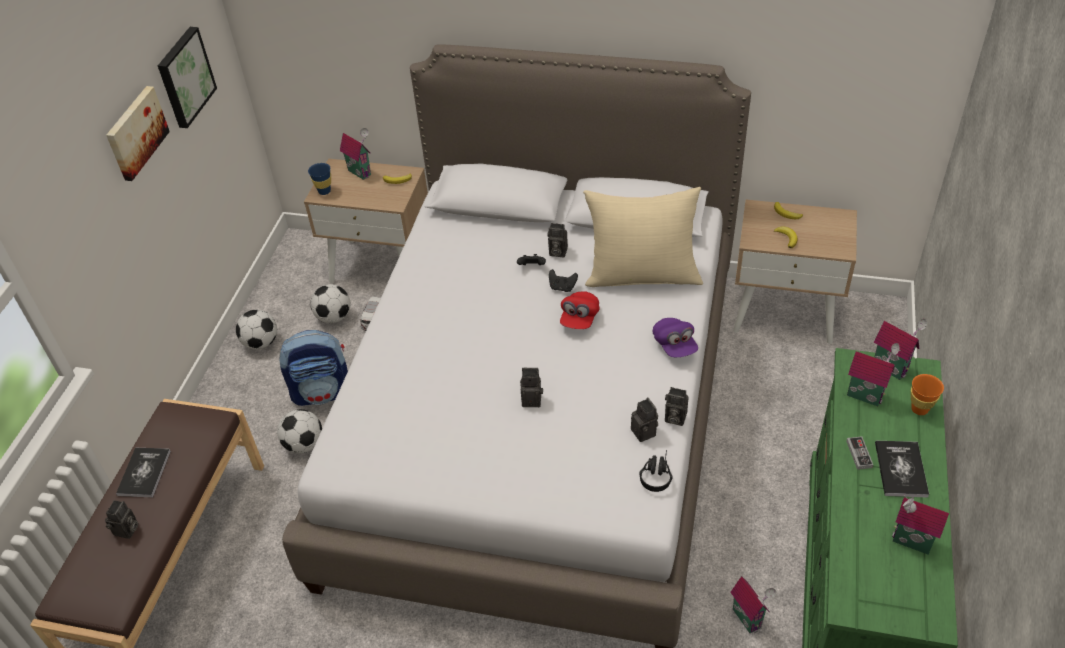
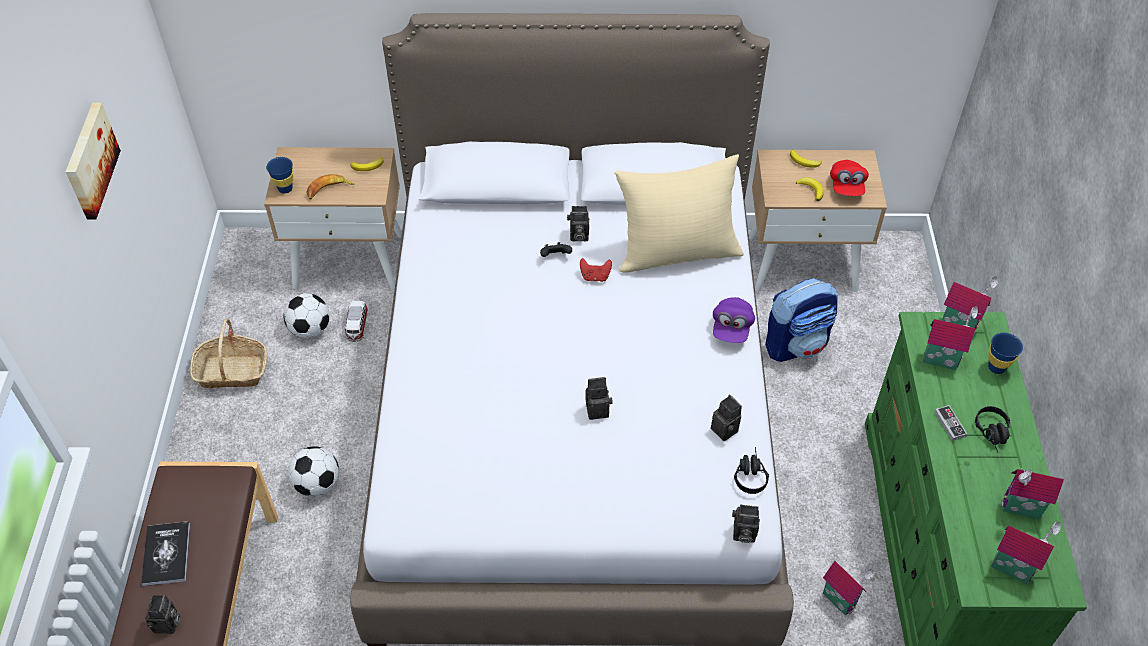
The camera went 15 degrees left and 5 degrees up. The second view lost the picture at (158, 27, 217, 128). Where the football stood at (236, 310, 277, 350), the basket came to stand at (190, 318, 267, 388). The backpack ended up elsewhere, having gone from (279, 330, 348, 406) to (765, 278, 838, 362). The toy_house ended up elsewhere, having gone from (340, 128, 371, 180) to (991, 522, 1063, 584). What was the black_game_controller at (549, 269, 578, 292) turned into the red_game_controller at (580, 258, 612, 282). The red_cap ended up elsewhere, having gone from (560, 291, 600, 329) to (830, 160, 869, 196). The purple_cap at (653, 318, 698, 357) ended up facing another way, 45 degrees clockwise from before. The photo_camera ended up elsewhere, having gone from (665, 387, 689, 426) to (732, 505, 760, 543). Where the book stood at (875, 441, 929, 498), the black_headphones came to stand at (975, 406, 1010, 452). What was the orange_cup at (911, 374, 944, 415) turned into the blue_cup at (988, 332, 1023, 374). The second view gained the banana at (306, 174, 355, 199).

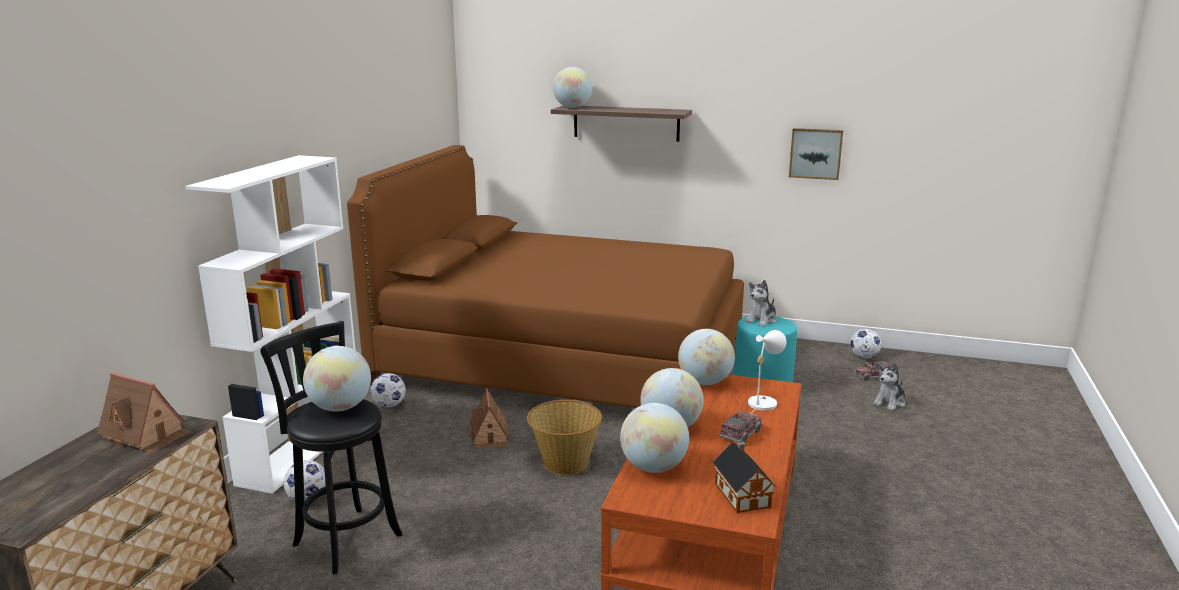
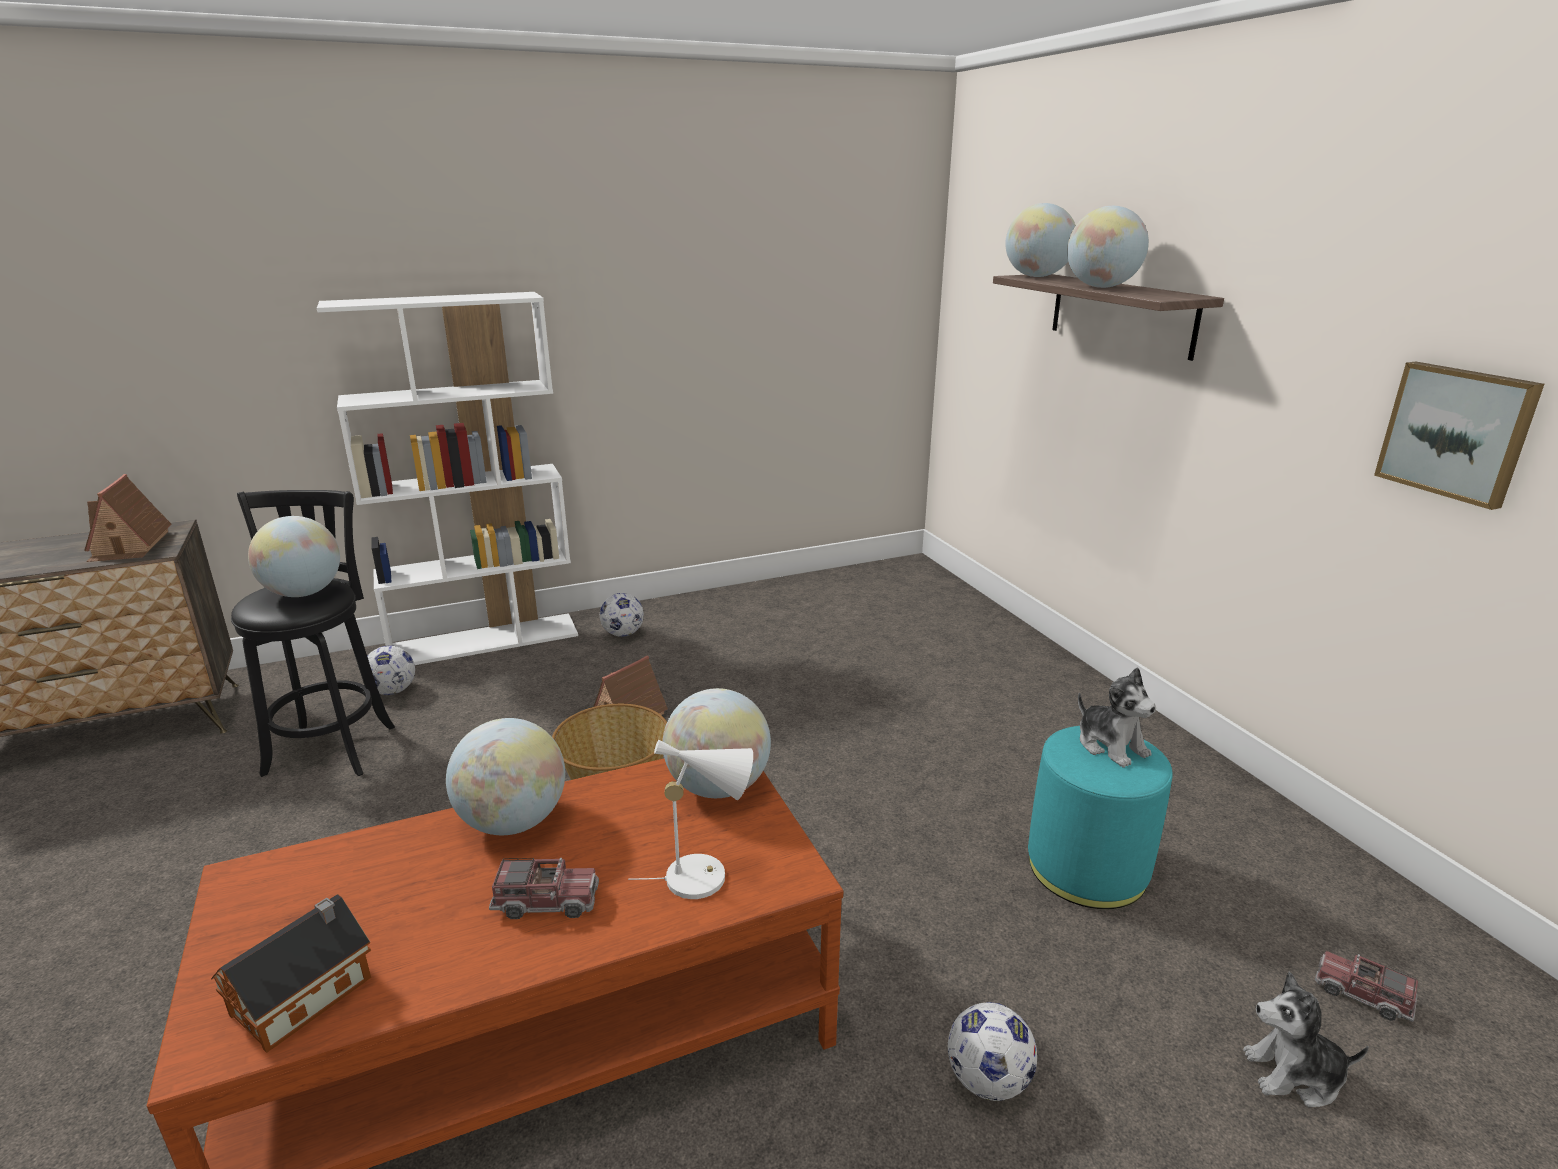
The camera went 50 degrees right and 5 degrees up. The second view lost the brown_bed at (347, 145, 744, 408). The globe ended up elsewhere, having gone from (620, 403, 689, 473) to (1067, 206, 1149, 288). The plush_toy at (746, 280, 776, 327) ended up facing another way, 120 degrees counterclockwise from before. The football ended up elsewhere, having gone from (850, 329, 882, 359) to (948, 1002, 1037, 1101).

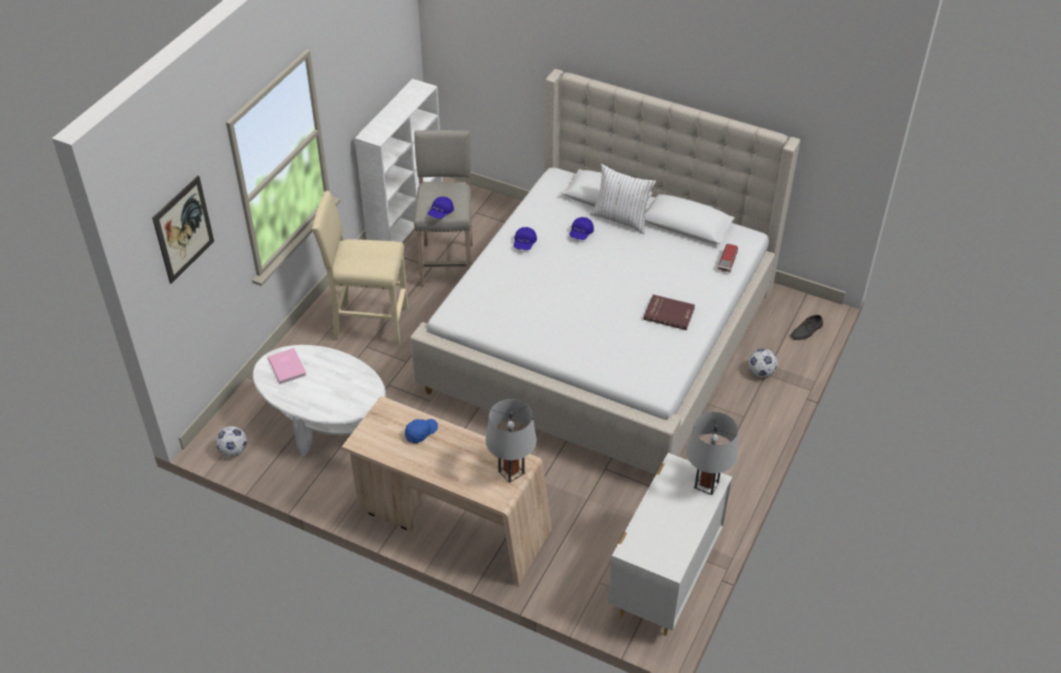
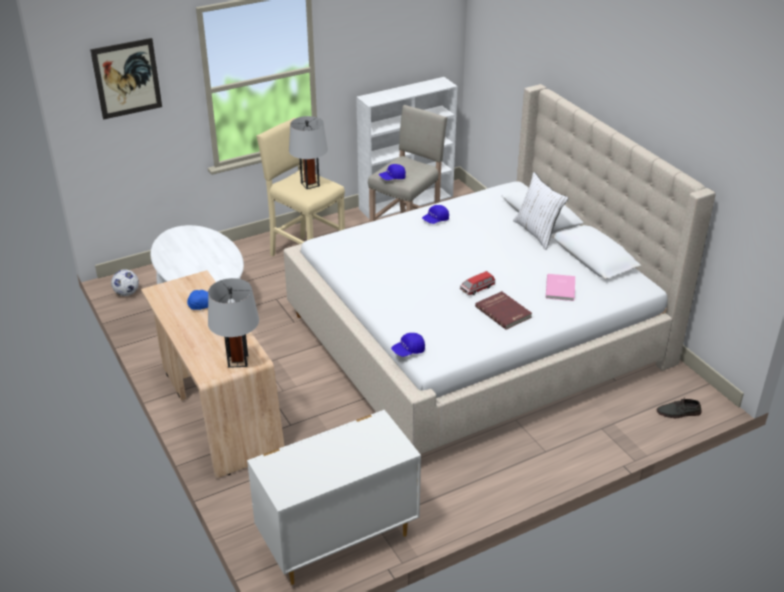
The camera went 35 degrees right and 10 degrees down. The pink_book ended up elsewhere, having gone from (268, 348, 307, 384) to (546, 274, 575, 301). The blue_cap ended up elsewhere, having gone from (569, 217, 594, 240) to (391, 333, 425, 357). The grey_table_lamp ended up elsewhere, having gone from (686, 412, 738, 495) to (289, 116, 328, 189). The toy_car ended up elsewhere, having gone from (717, 244, 738, 272) to (460, 271, 495, 295). The second view lost the football at (748, 349, 778, 378).

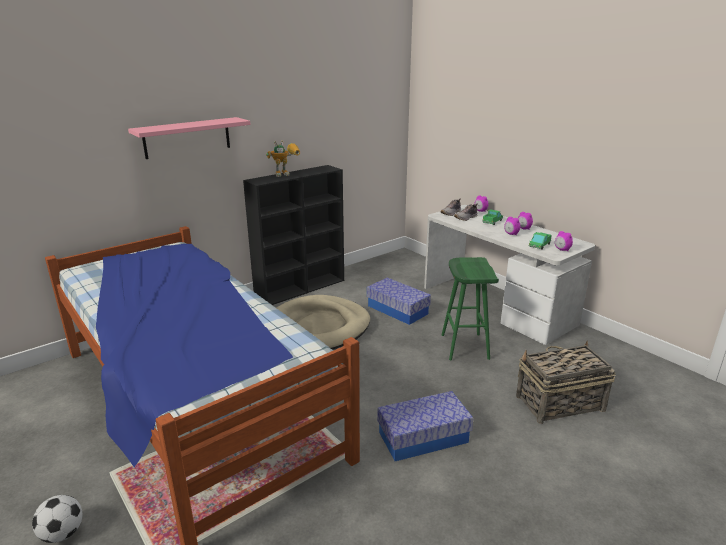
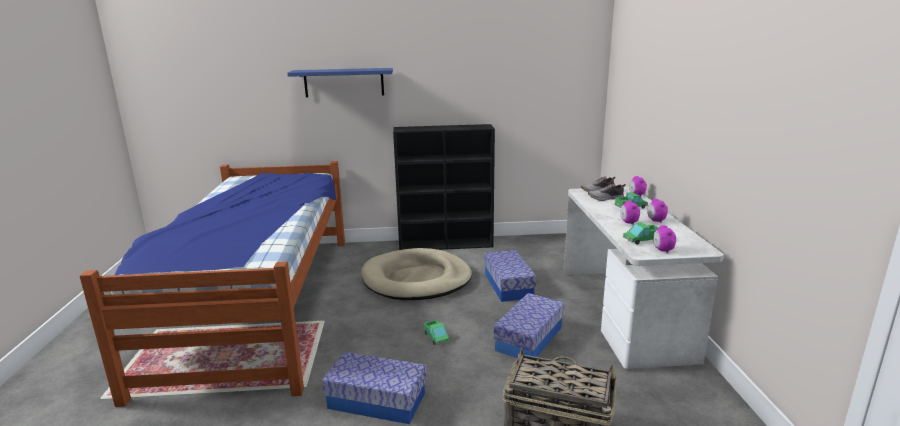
The camera went 35 degrees right and 5 degrees down. The second view lost the football at (32, 495, 83, 543). What was the pink_shelf at (128, 117, 251, 159) turned into the blue_shelf at (287, 68, 393, 97). The second view lost the toy_robot at (266, 140, 300, 177). Where the green_stool stood at (442, 257, 499, 360), the storage_box came to stand at (493, 293, 564, 358). The second view gained the toy_truck at (424, 320, 450, 345).

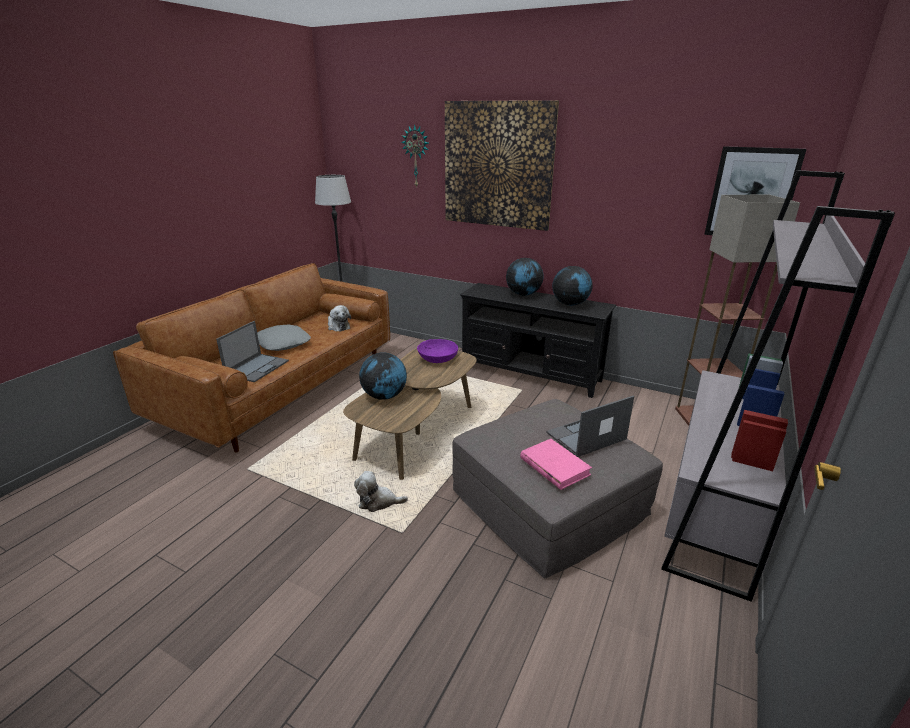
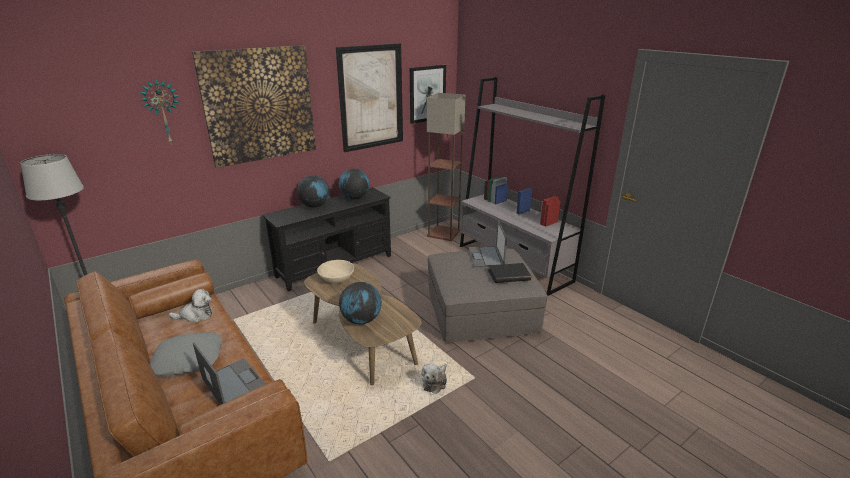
The camera went 65 degrees left and 0 degrees up. What was the purple_bowl at (417, 339, 458, 363) turned into the beige_bowl at (317, 260, 354, 283). What was the pink_book at (520, 439, 592, 490) turned into the black_book at (488, 263, 531, 283). The second view gained the picture at (336, 43, 403, 152).

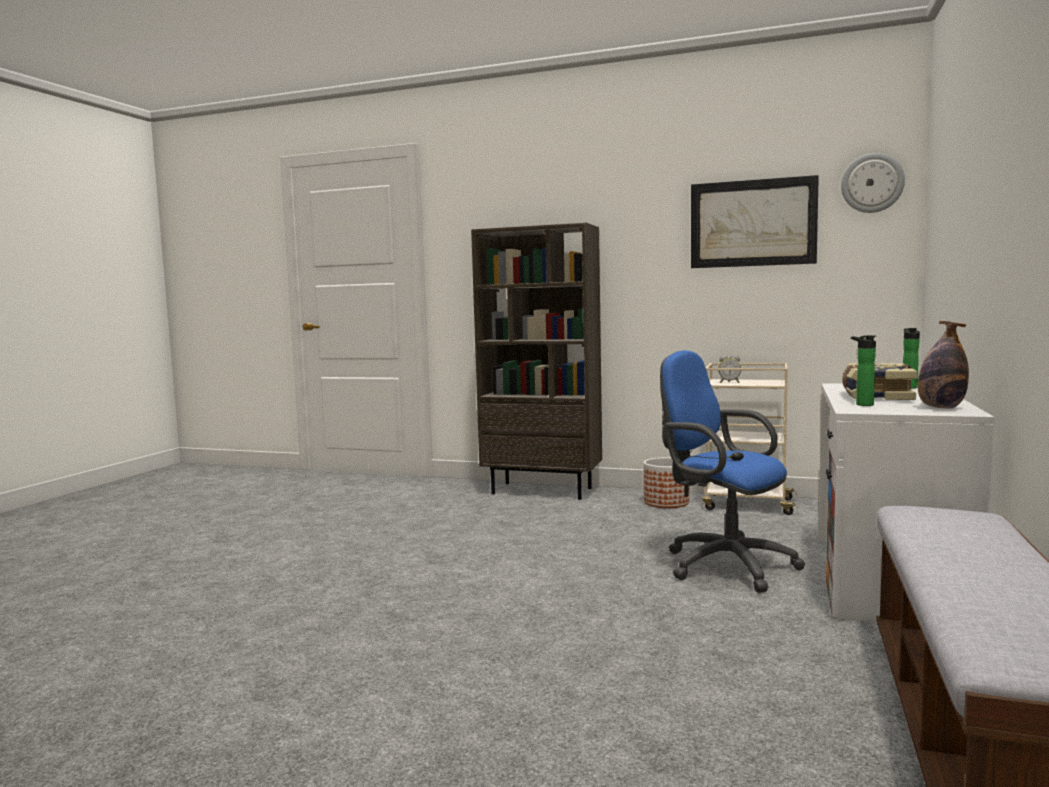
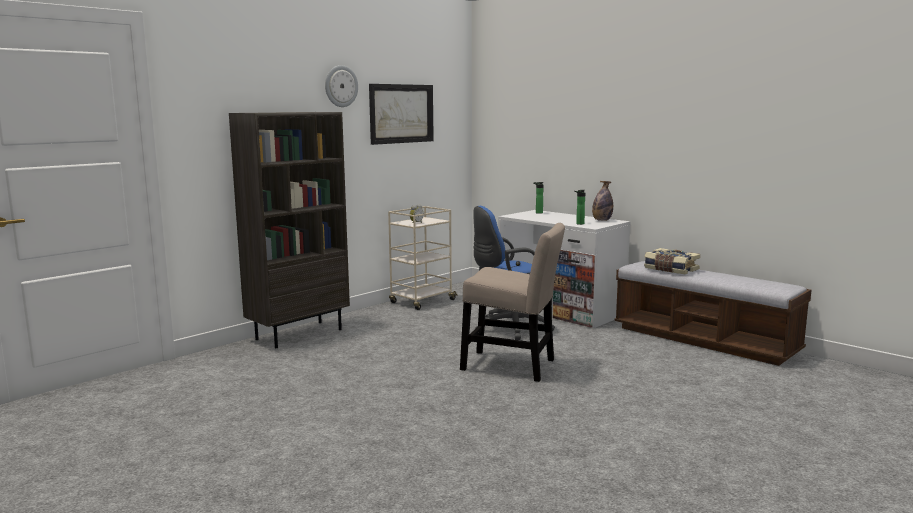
The camera went 65 degrees left and 5 degrees up. The second view lost the planter at (643, 457, 689, 508). The wall_clock ended up elsewhere, having gone from (841, 153, 905, 213) to (325, 65, 358, 107). The book ended up elsewhere, having gone from (842, 363, 917, 400) to (644, 248, 700, 274). The second view gained the beige_chair at (460, 223, 565, 382).

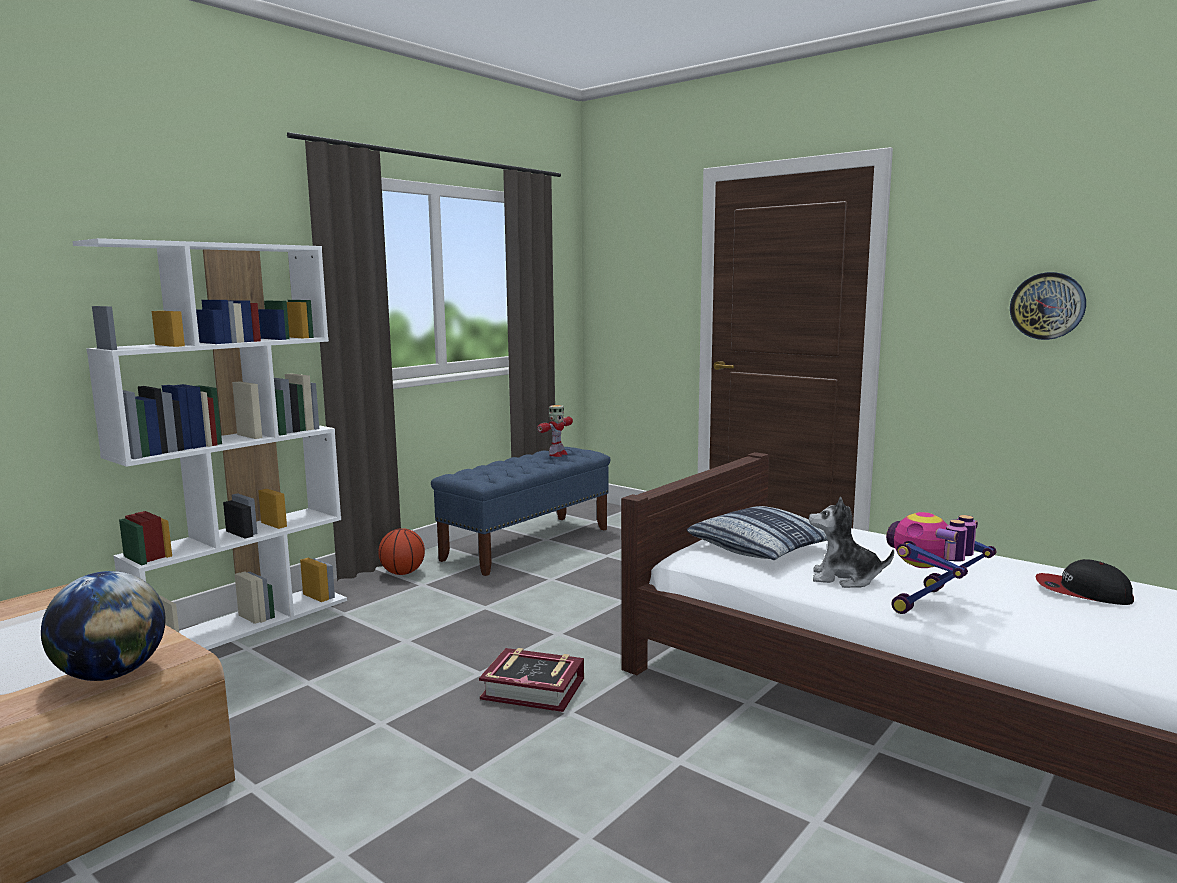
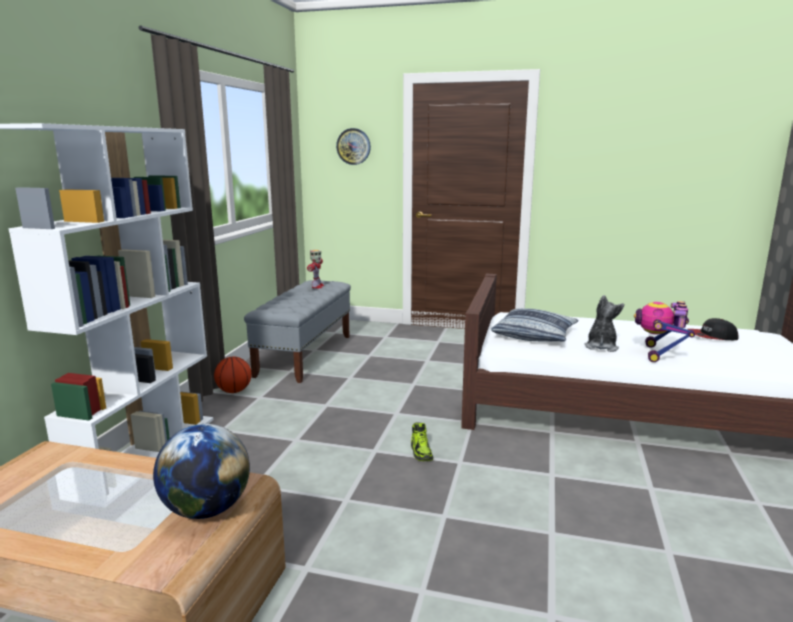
The camera went 25 degrees left and 5 degrees up. What was the blue_bench at (431, 447, 611, 576) turned into the grey_bench at (244, 280, 351, 383). Where the book stood at (479, 648, 584, 712), the shoe came to stand at (411, 422, 433, 461). The plush_toy at (809, 497, 894, 588) ended up facing another way, 120 degrees clockwise from before. The wall_clock ended up elsewhere, having gone from (1010, 272, 1086, 340) to (336, 128, 371, 165).

